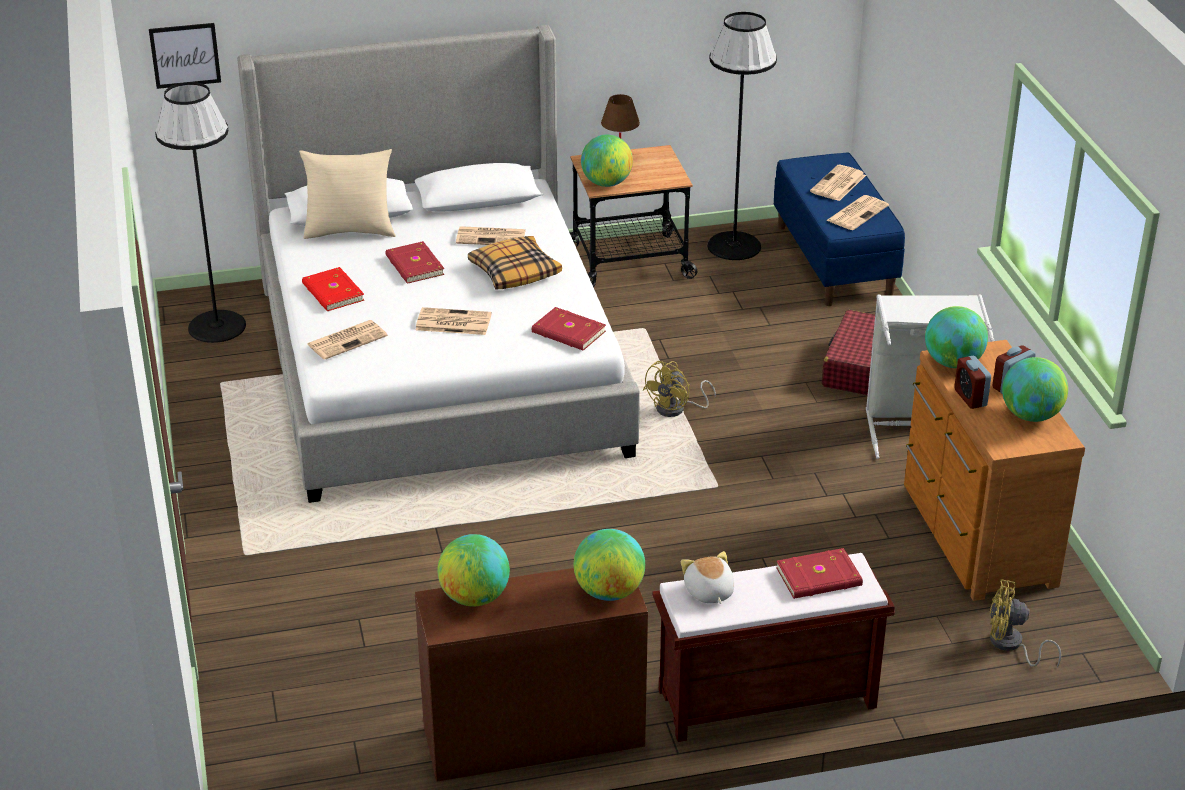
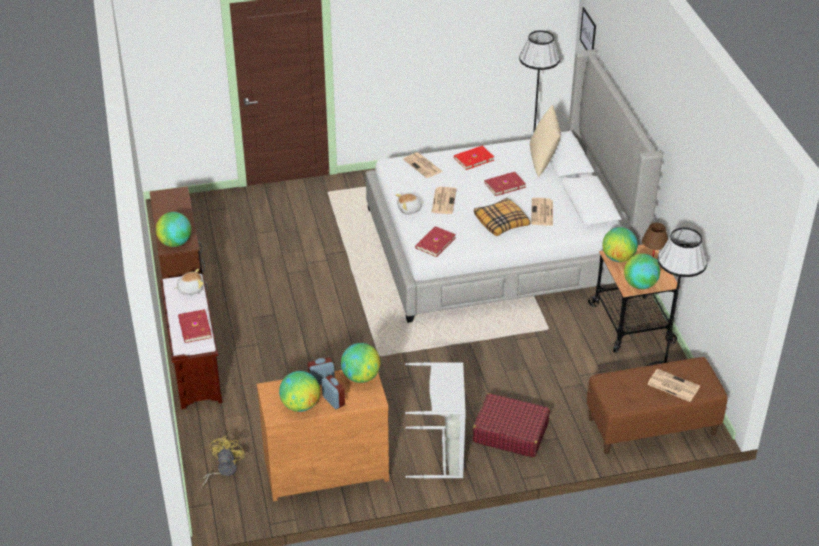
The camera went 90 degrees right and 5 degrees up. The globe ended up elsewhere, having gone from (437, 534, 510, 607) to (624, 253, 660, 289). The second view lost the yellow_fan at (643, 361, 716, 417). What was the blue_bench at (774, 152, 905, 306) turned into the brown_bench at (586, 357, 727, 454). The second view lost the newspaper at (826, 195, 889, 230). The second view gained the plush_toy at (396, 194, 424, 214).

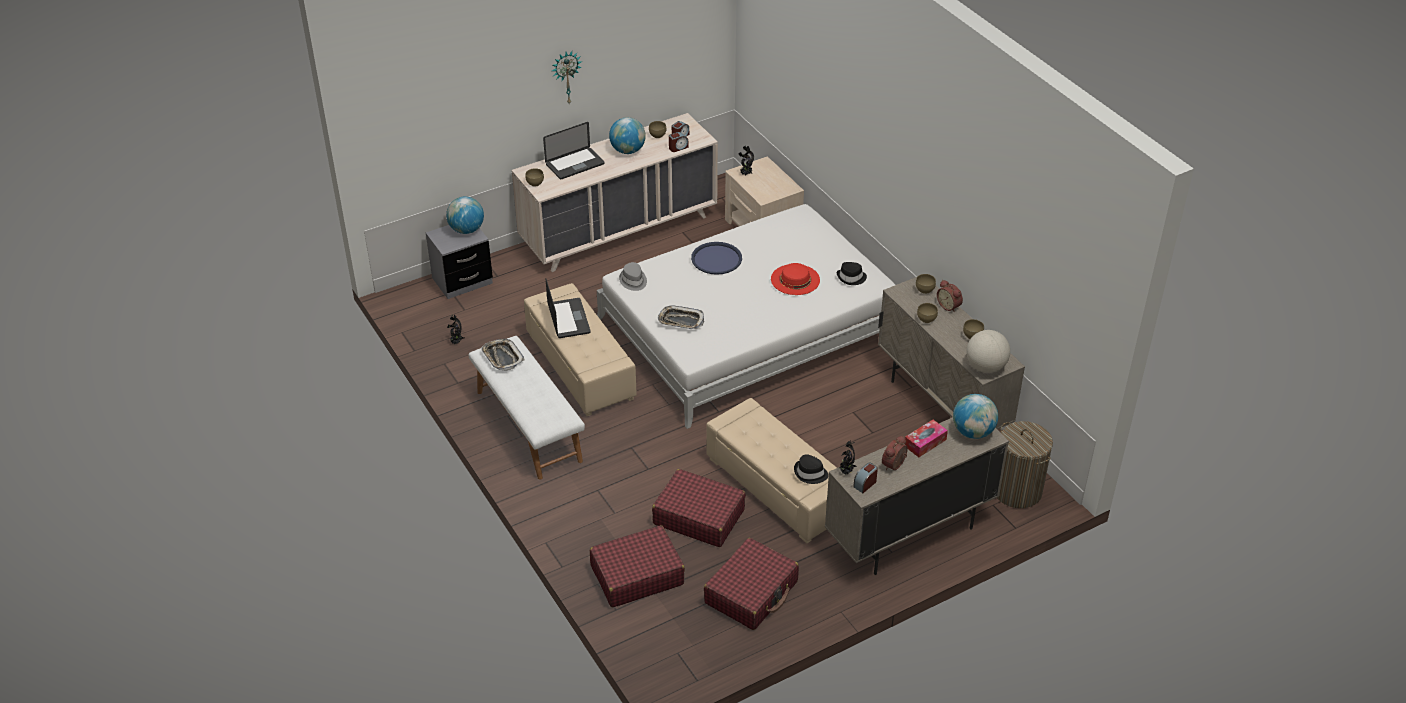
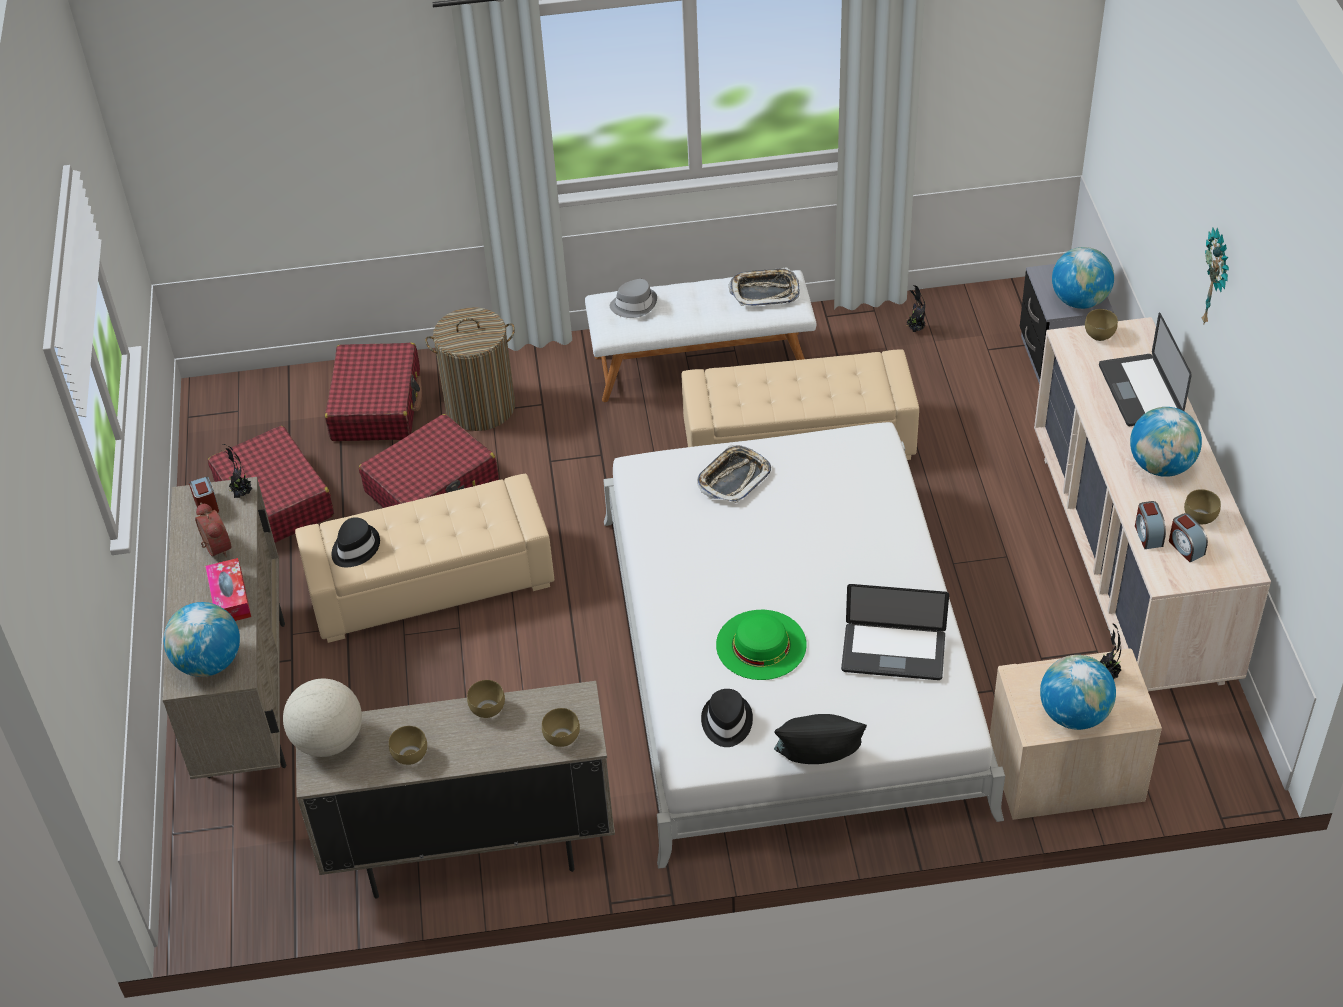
The camera went 115 degrees right and 5 degrees up. The laptop ended up elsewhere, having gone from (546, 279, 591, 338) to (841, 584, 949, 680). The grey_hat ended up elsewhere, having gone from (619, 262, 647, 291) to (610, 279, 657, 318). The second view lost the blue_tray at (691, 242, 742, 275). What was the red_hat at (771, 263, 820, 295) turned into the green_hat at (716, 610, 807, 680). The second view lost the alarm_clock at (937, 280, 963, 313). The laundry_basket ended up elsewhere, having gone from (997, 421, 1053, 508) to (425, 307, 515, 431). The second view gained the black_pillow at (774, 714, 867, 764). The second view gained the globe at (1040, 655, 1116, 730).

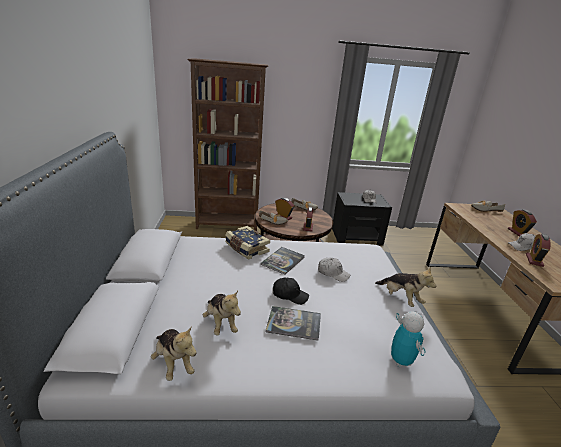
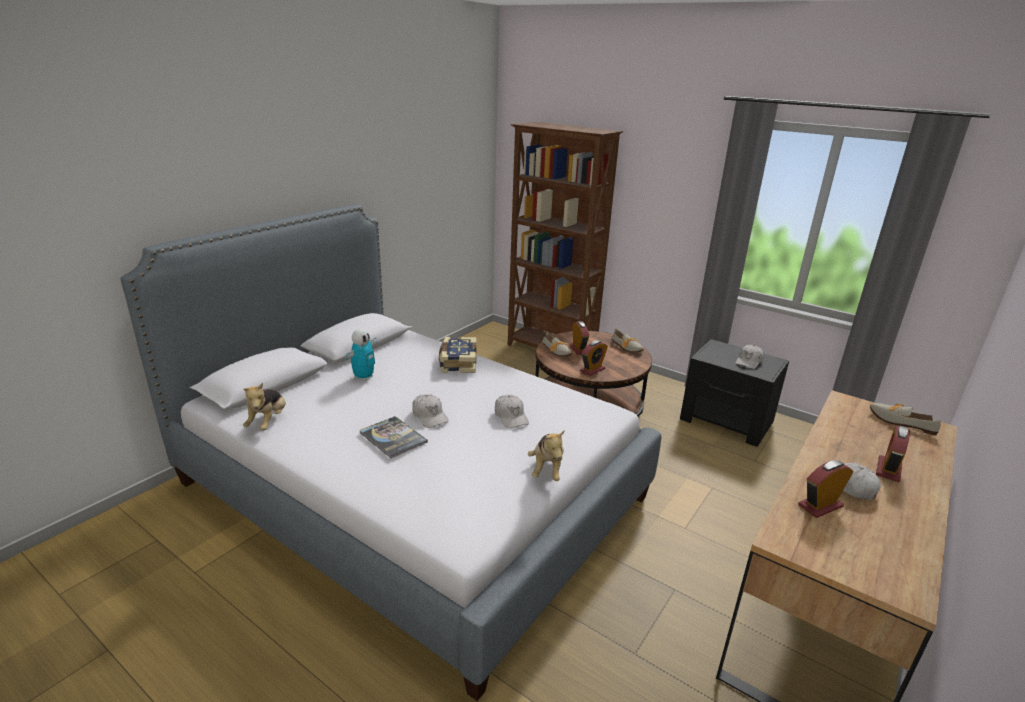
The camera went 40 degrees right and 0 degrees up. The second view lost the plush_toy at (203, 290, 241, 335). The second view lost the book at (261, 247, 305, 275). What was the black_cap at (273, 278, 309, 305) turned into the white_cap at (412, 394, 449, 428). The toy_robot ended up elsewhere, having gone from (391, 311, 426, 367) to (346, 329, 377, 381).

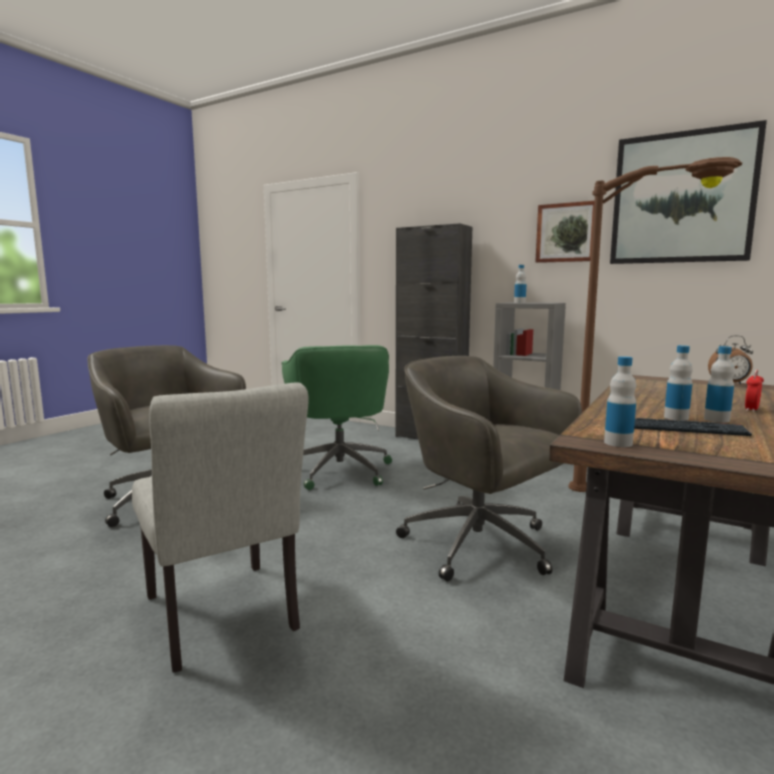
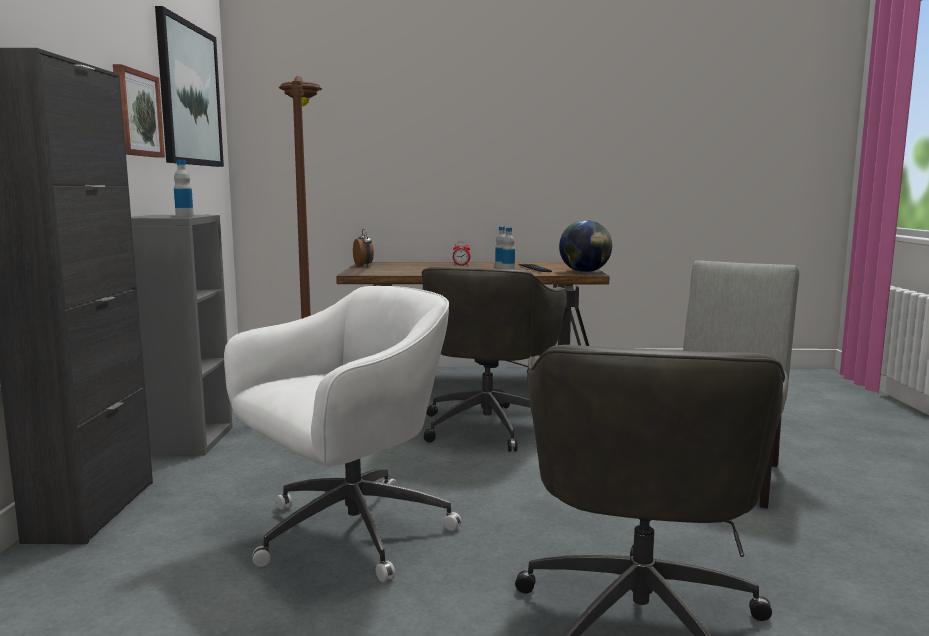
The camera went 120 degrees left and 0 degrees up. What was the green_office_chair at (282, 345, 392, 490) turned into the white_office_chair at (224, 286, 462, 582). Where the bottle stood at (604, 356, 636, 447), the globe came to stand at (559, 220, 612, 272).

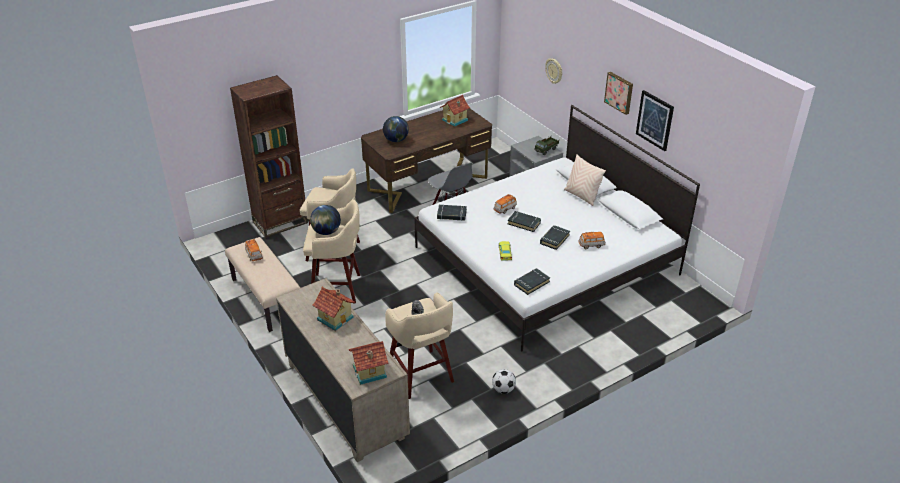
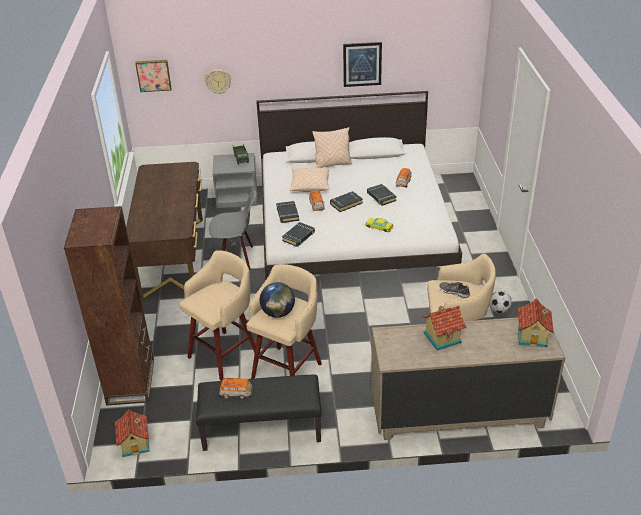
The camera went 60 degrees left and 0 degrees up. What was the beige_bench at (225, 237, 300, 332) turned into the black_bench at (196, 375, 322, 451). The second view lost the globe at (383, 116, 409, 142). The toy_house ended up elsewhere, having gone from (440, 95, 470, 127) to (115, 409, 150, 457). The black_book ended up elsewhere, having gone from (514, 268, 550, 295) to (276, 201, 299, 223). The picture ended up elsewhere, having gone from (604, 72, 633, 115) to (135, 60, 172, 92). The second view gained the beige_pillow at (289, 168, 330, 192).

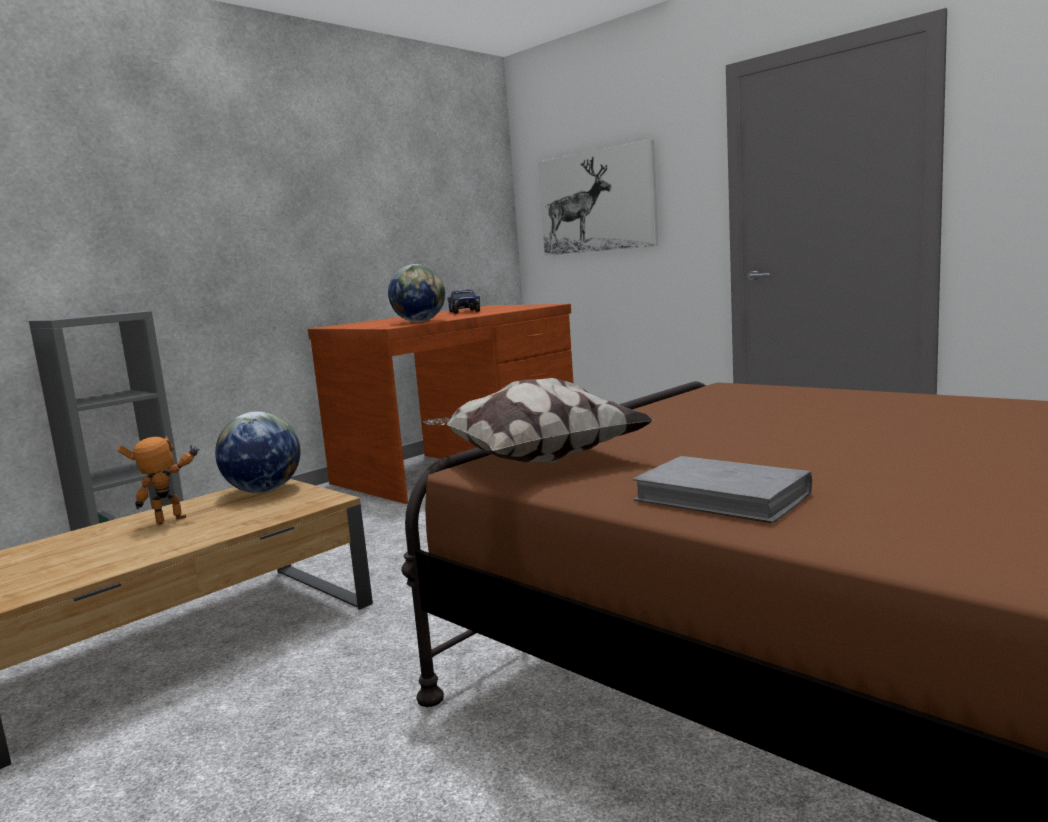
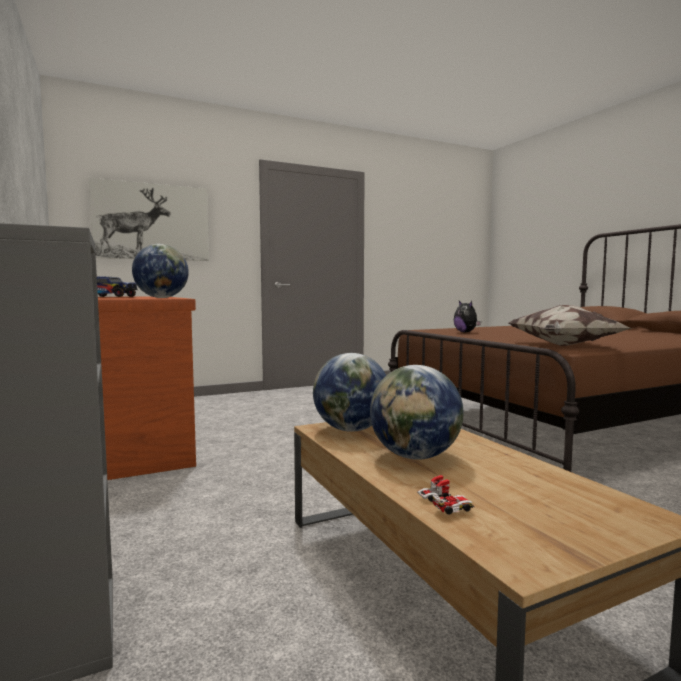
The camera went 70 degrees left and 5 degrees down. Where the toy_robot stood at (118, 436, 199, 524), the globe came to stand at (370, 365, 464, 460). The second view lost the grey_book at (633, 456, 812, 524). The second view gained the toy_car at (417, 475, 474, 515). The second view gained the plush_toy at (454, 301, 481, 333).

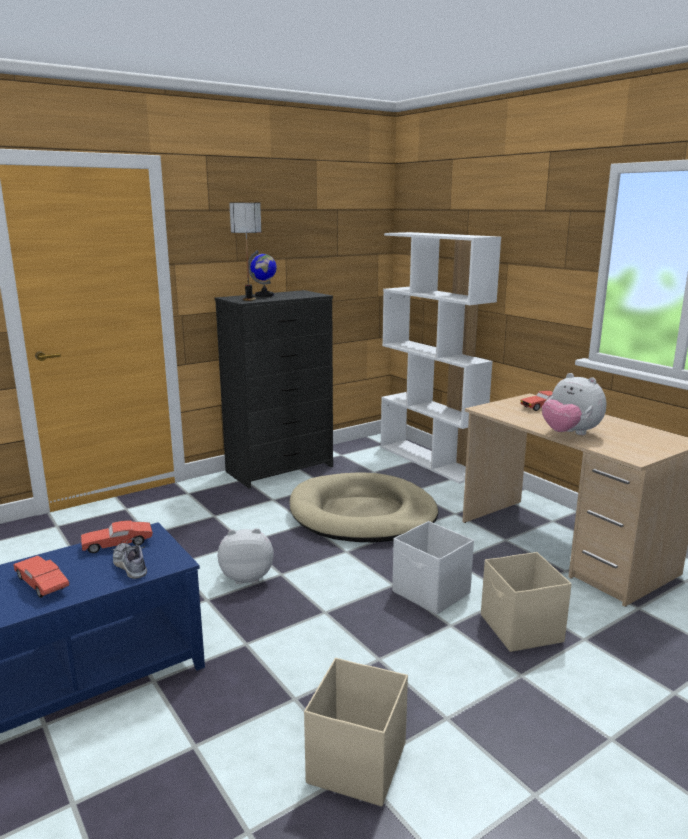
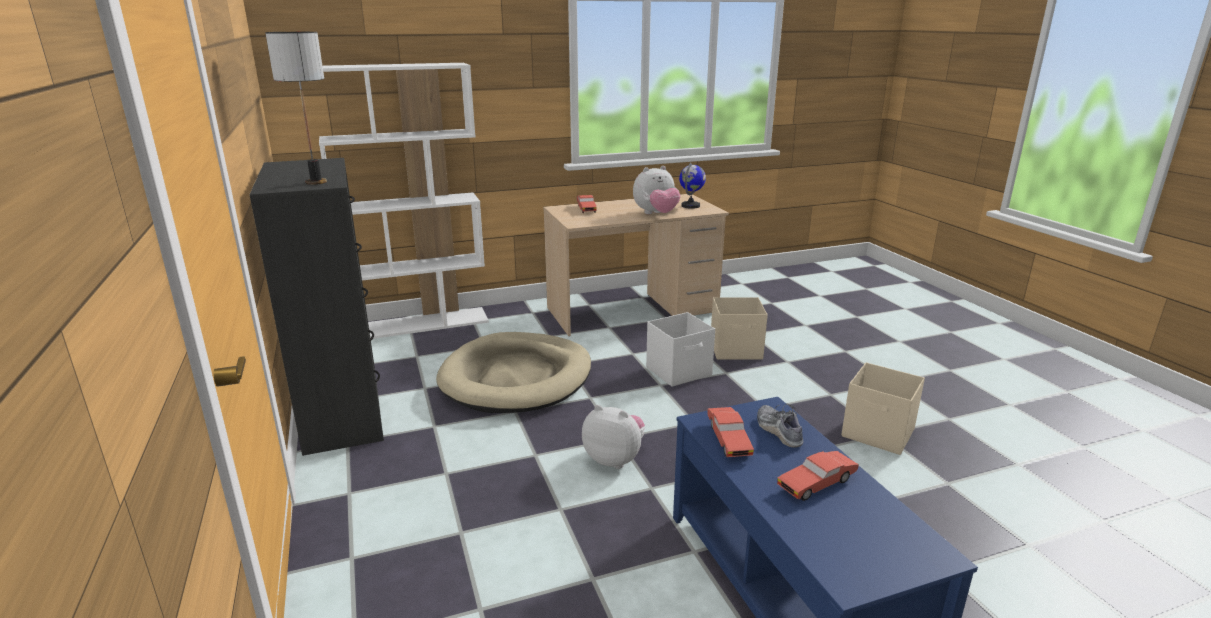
The camera went 75 degrees left and 5 degrees up. The shoe at (111, 538, 147, 579) ended up facing another way, 90 degrees clockwise from before. The plush_toy at (218, 528, 274, 584) ended up facing another way, 105 degrees clockwise from before. The globe ended up elsewhere, having gone from (248, 250, 277, 297) to (679, 163, 706, 209).

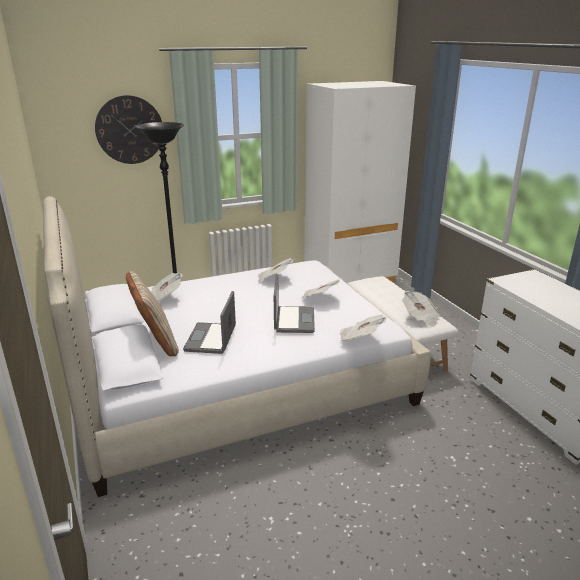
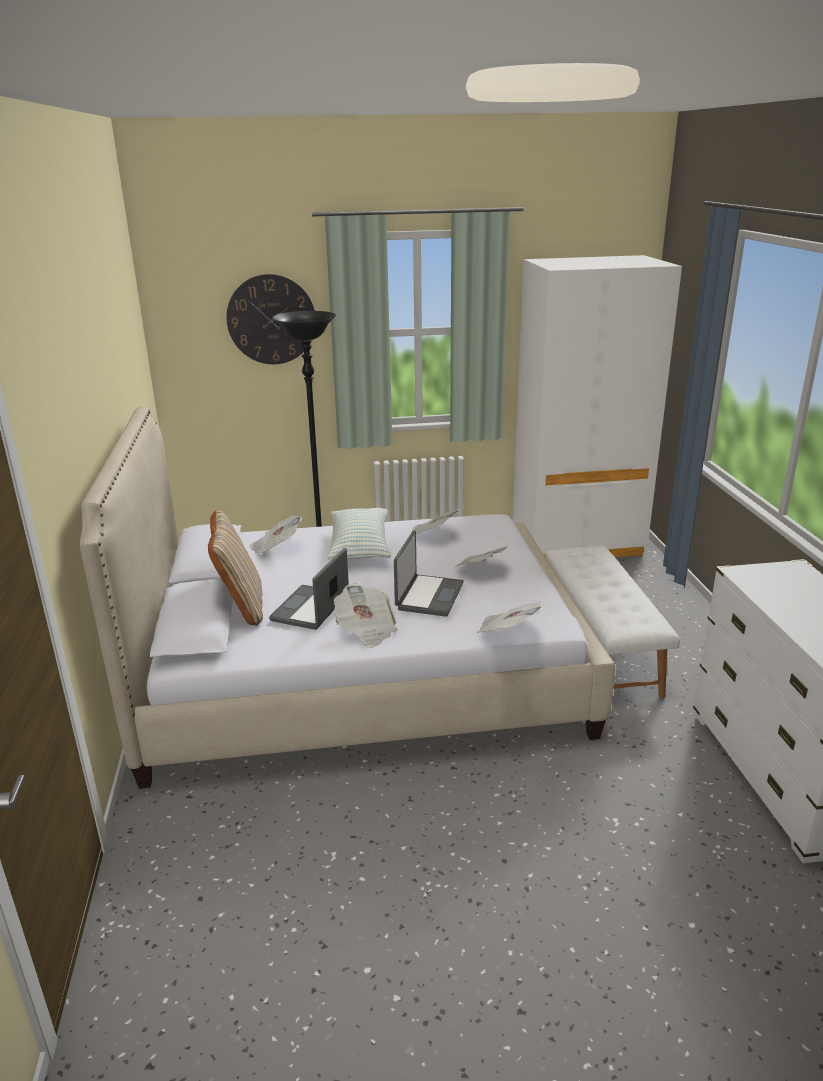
The camera went 15 degrees right and 0 degrees up. The newspaper ended up elsewhere, having gone from (402, 291, 441, 327) to (334, 584, 398, 648). The second view gained the pillow at (327, 508, 391, 560).

